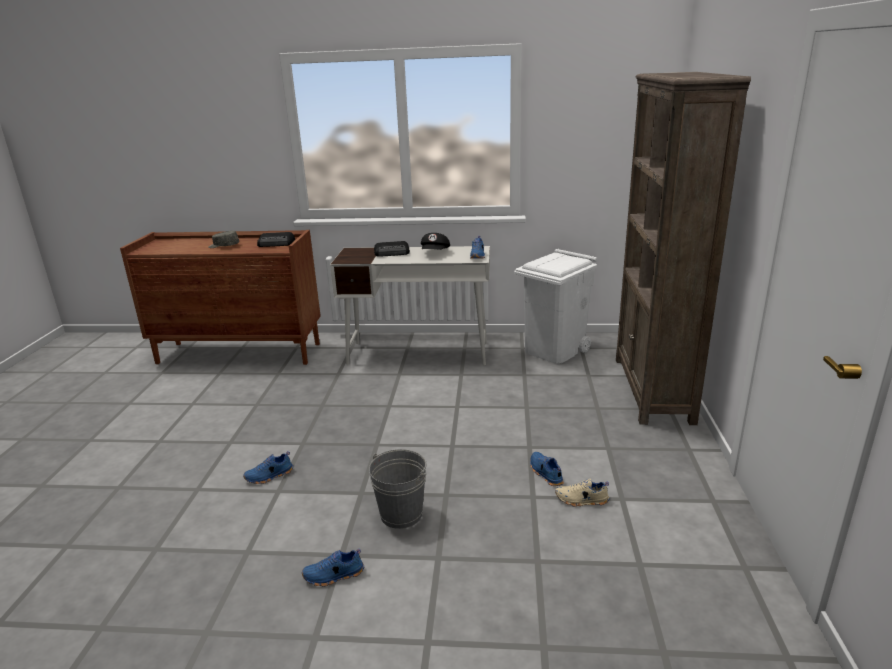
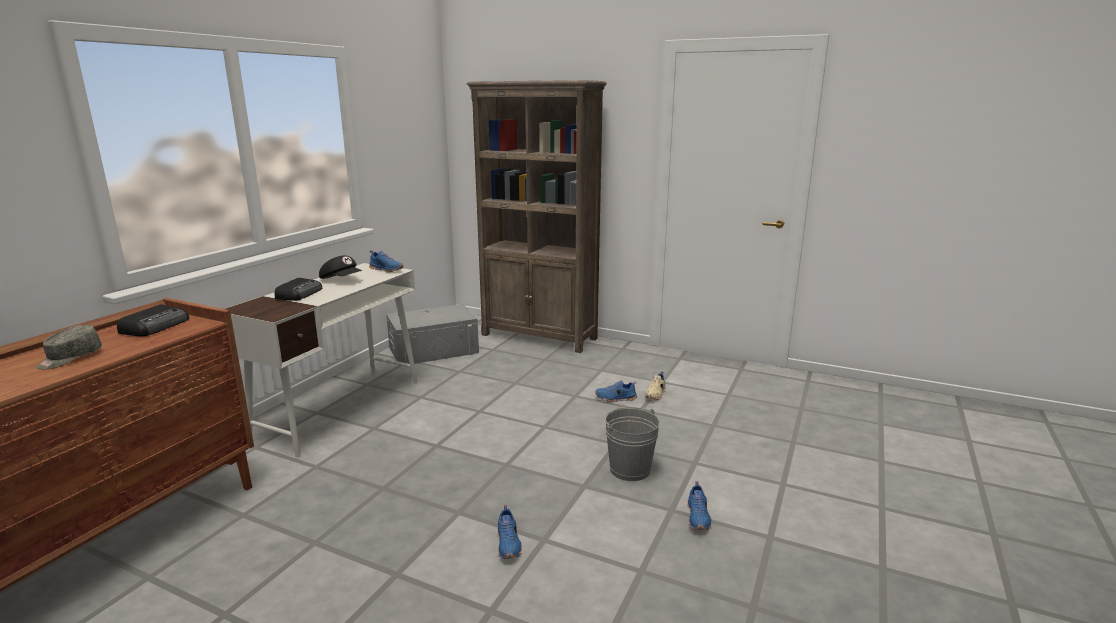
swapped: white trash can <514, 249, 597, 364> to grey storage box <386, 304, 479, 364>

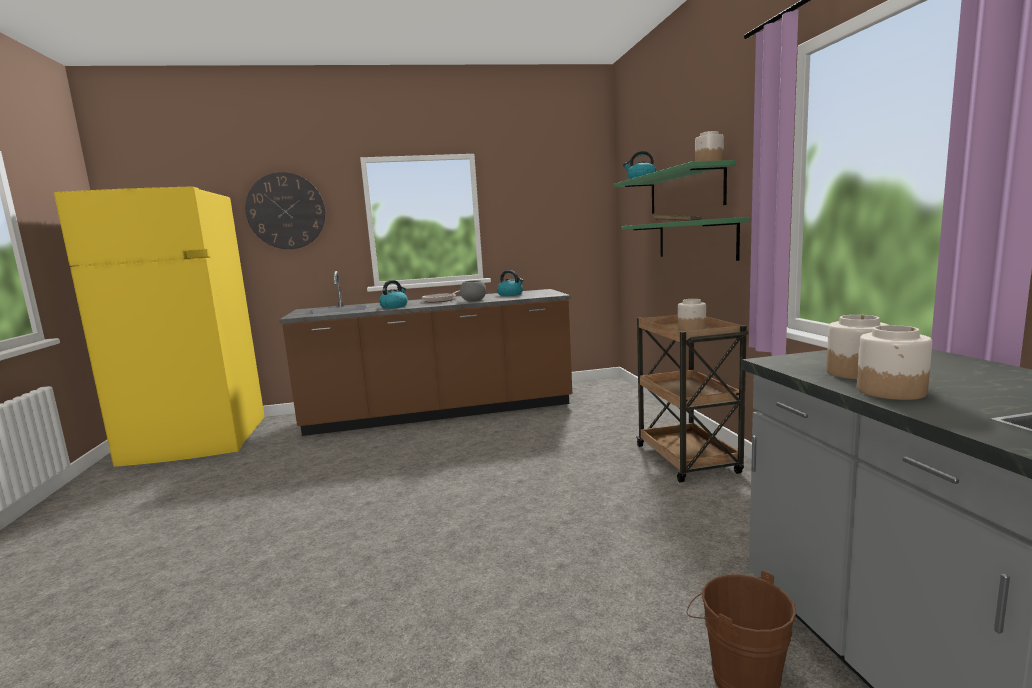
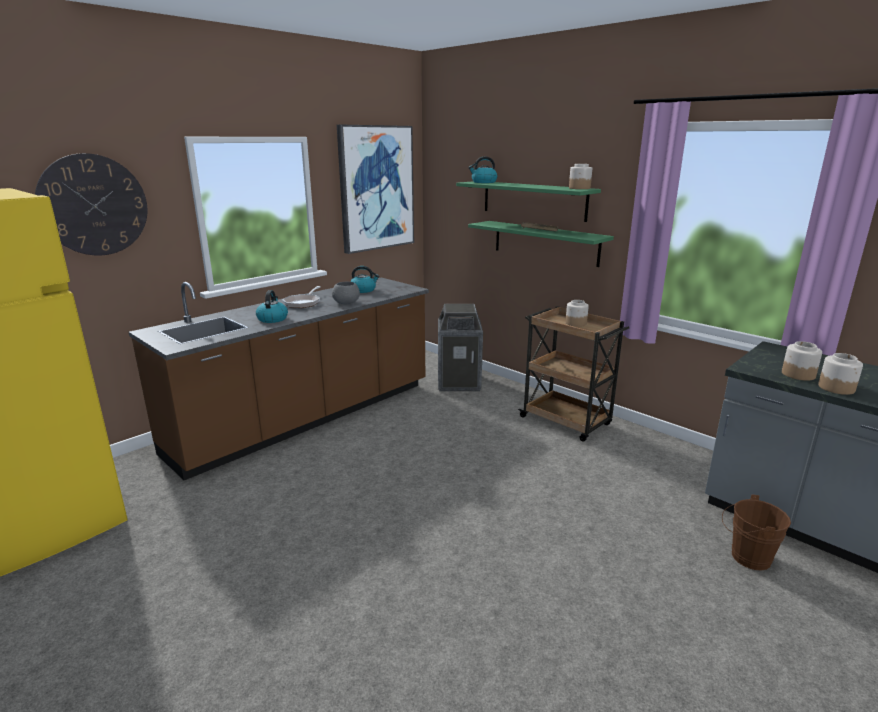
new: picture <337, 125, 414, 254>; trash can <438, 304, 483, 391>

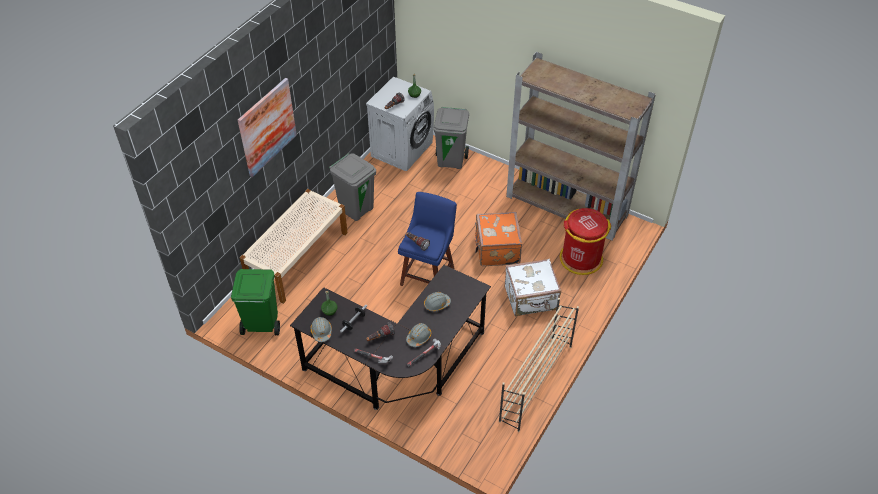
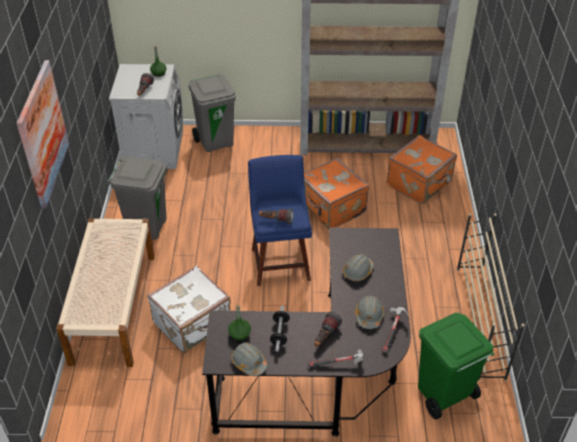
shifted: green trash can <231, 269, 280, 335> to <418, 313, 494, 419>; white suitcase <505, 259, 561, 316> to <147, 266, 231, 353>
swapped: red trash can <560, 208, 611, 275> to orange suitcase <387, 135, 457, 204>

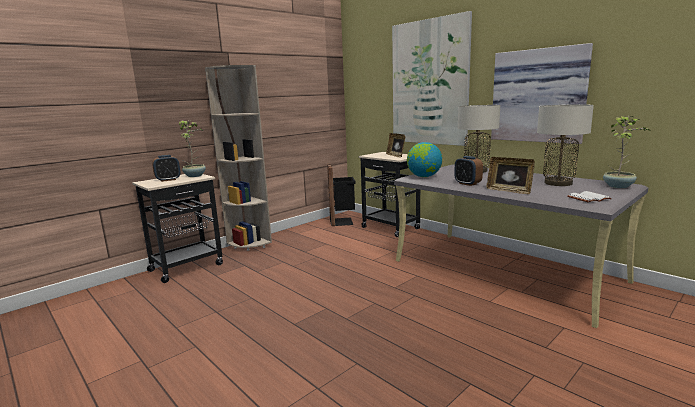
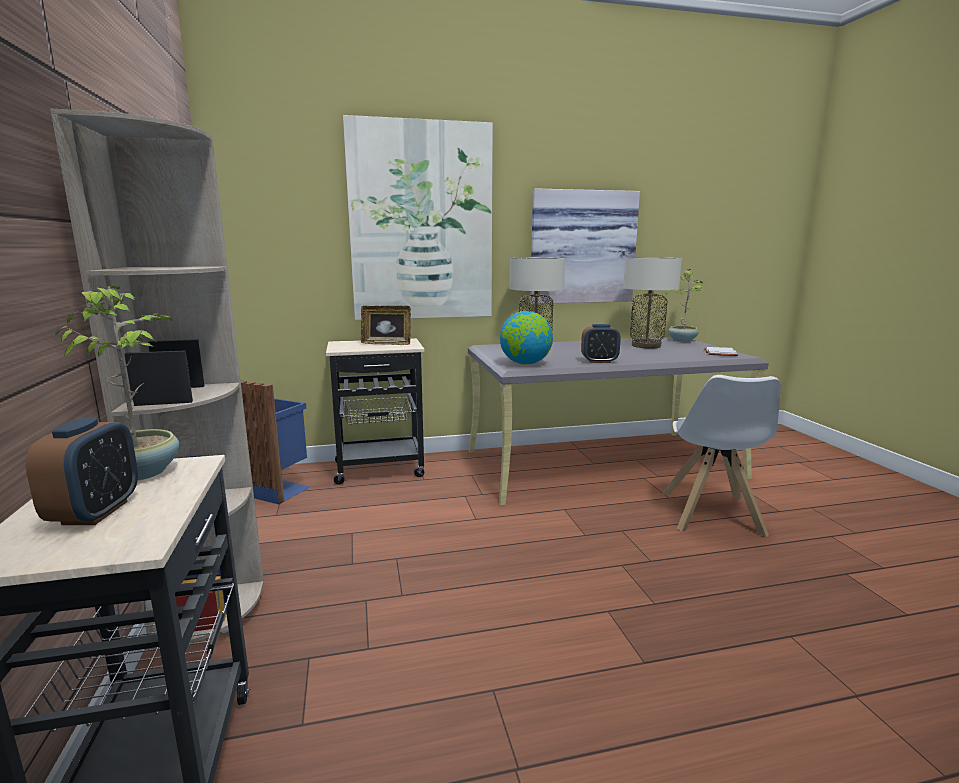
gone: picture frame <487, 157, 535, 194>
new: chair <663, 375, 781, 537>
repainted: black trash can <327, 164, 356, 226> to blue trash can <241, 381, 310, 504>

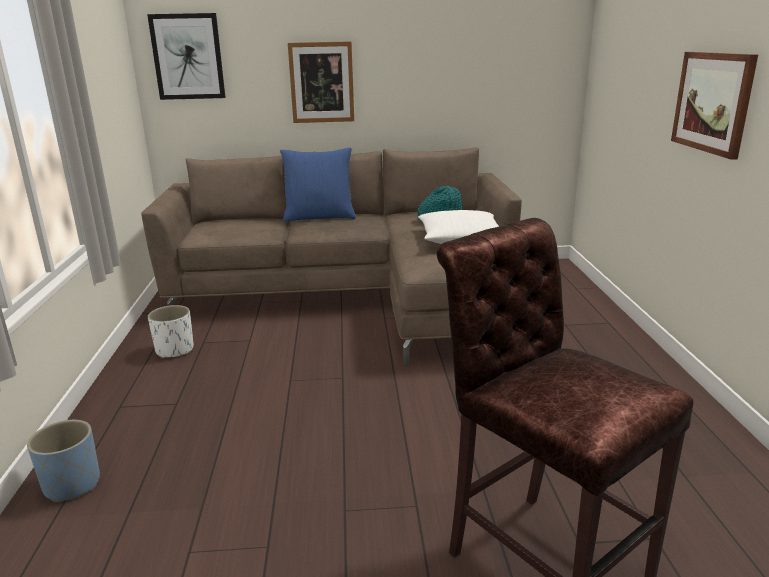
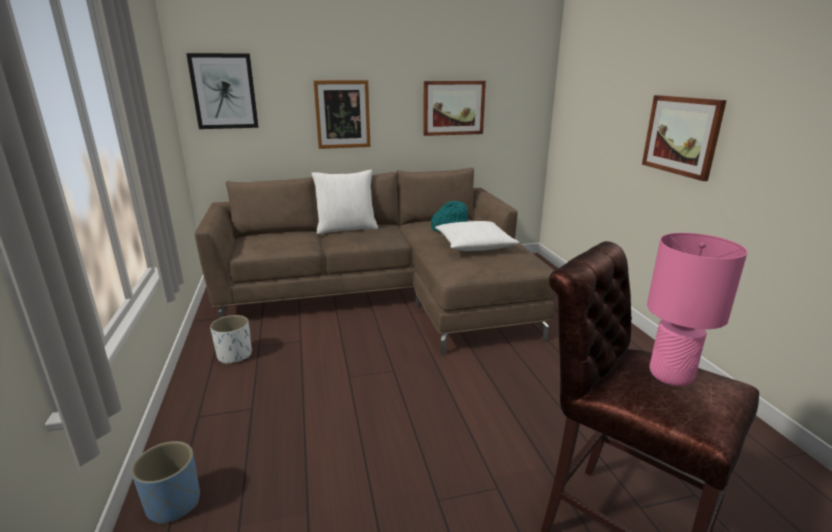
new: picture <423, 81, 486, 136>; pink table lamp <647, 233, 747, 386>
repainted: blue pillow <280, 147, 356, 222> to white pillow <311, 170, 378, 234>

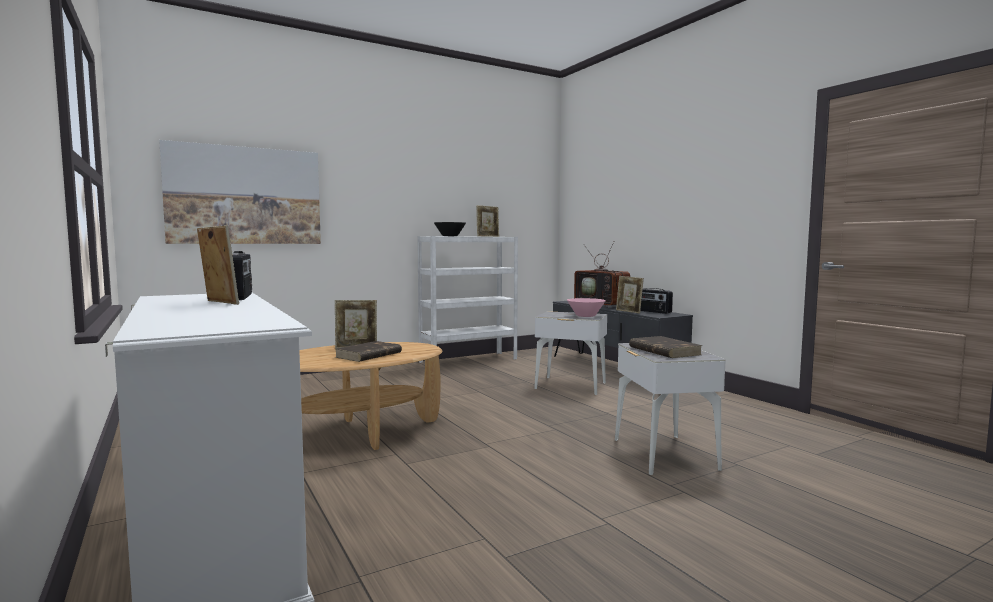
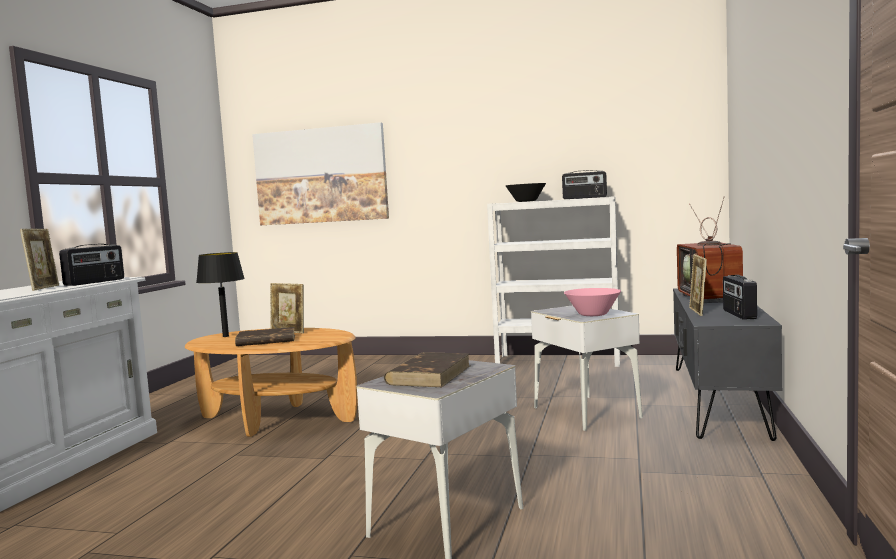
new: black table lamp <196, 252, 245, 337>
swapped: picture frame <476, 205, 499, 237> to radio <562, 170, 607, 199>

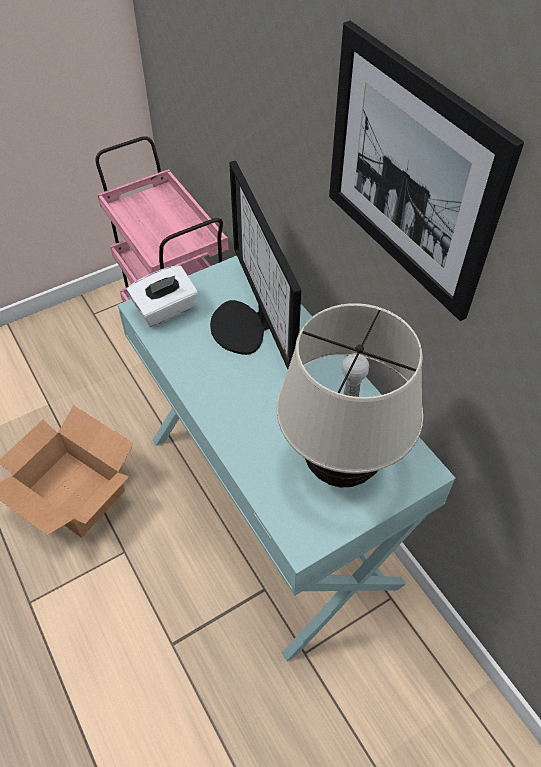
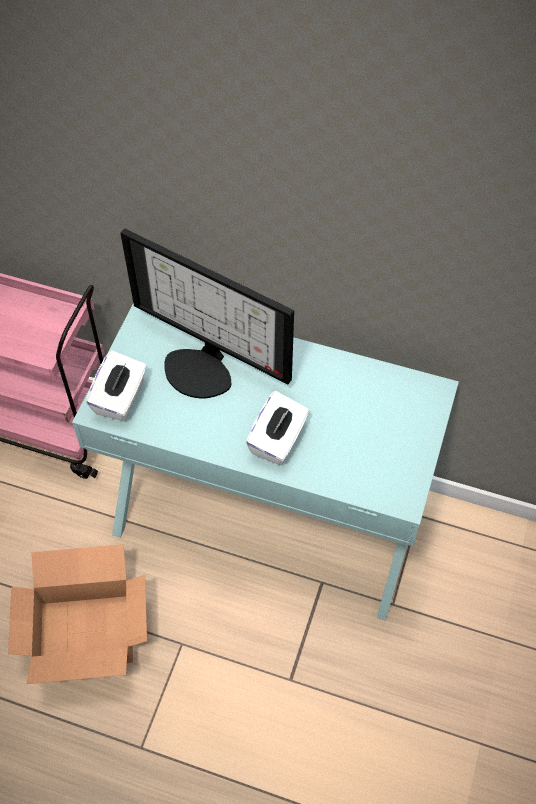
gone: beige table lamp <277, 303, 423, 487>; picture <329, 21, 524, 321>
new: white tissue box <246, 391, 309, 465>

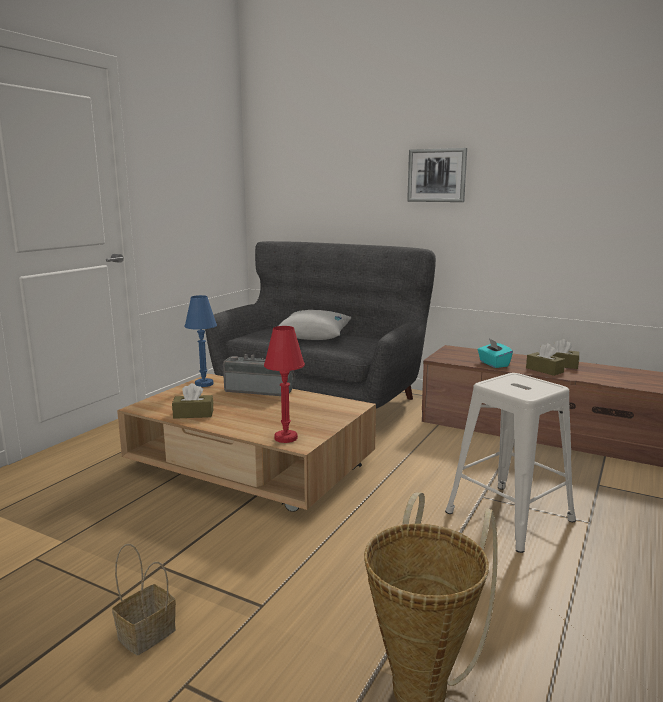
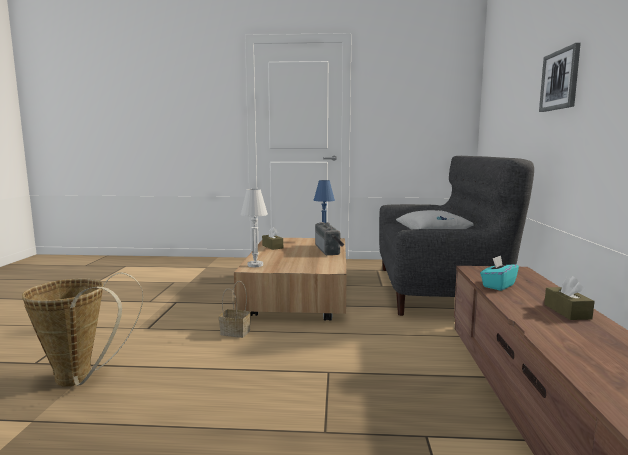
gone: white stool <445, 373, 576, 553>; brown tissue box <526, 343, 565, 376>
shifted: basket <112, 544, 176, 655> to <218, 281, 251, 338>
repainted: red table lamp <264, 326, 305, 443> to white table lamp <241, 189, 268, 267>

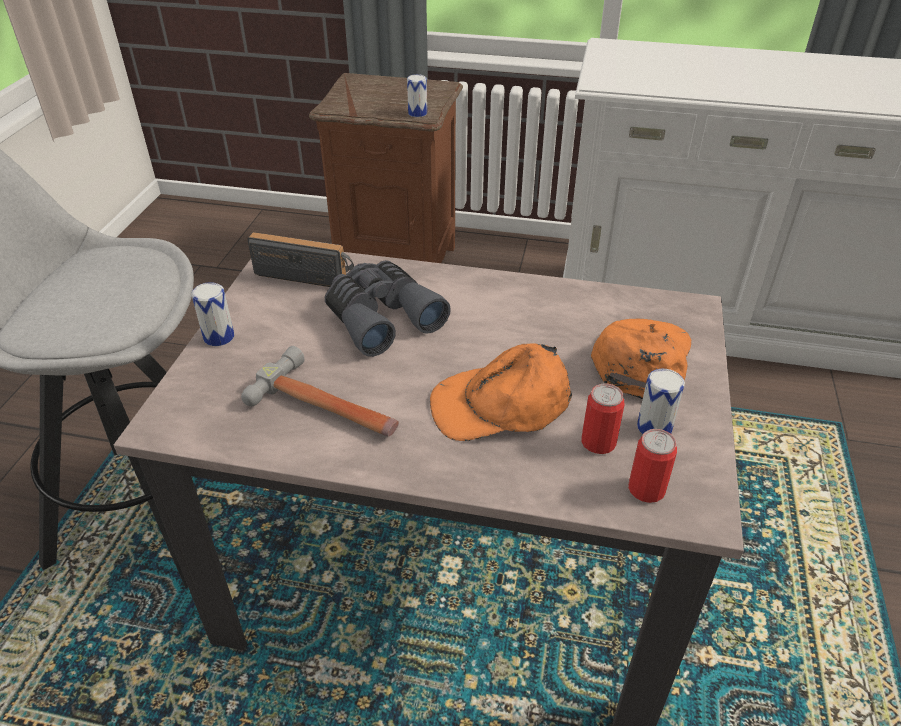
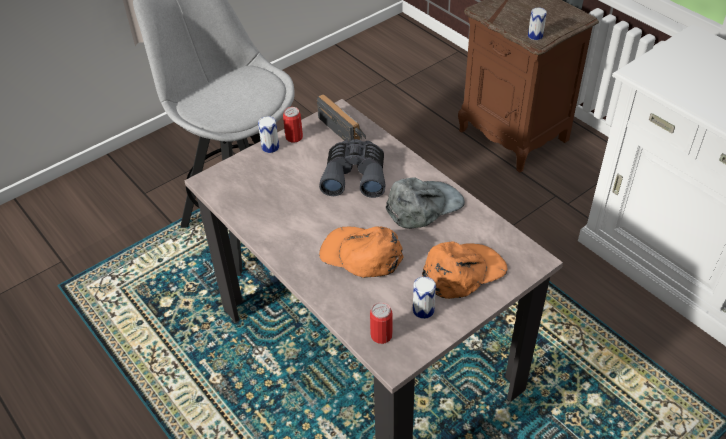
gone: hammer <241, 346, 399, 437>
new: grey cap <386, 177, 465, 229>
shifted: can <582, 384, 625, 454> to <283, 107, 303, 143>

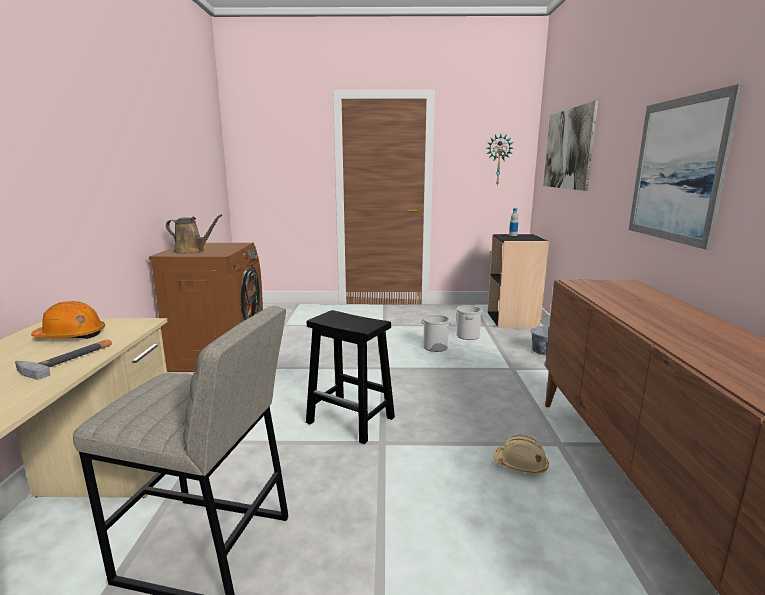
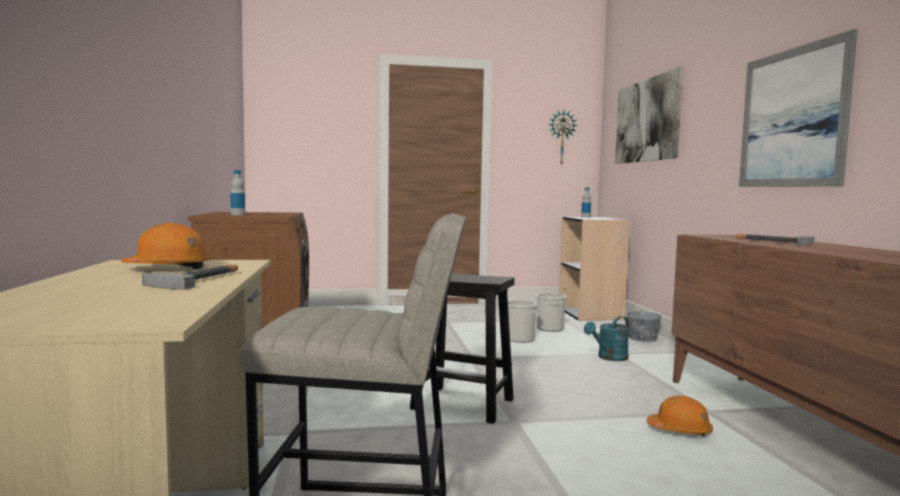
new: turquoise watering can <584, 316, 629, 361>; hammer <736, 234, 815, 246>
swapped: brown watering can <166, 214, 222, 254> to bottle <230, 170, 245, 215>
repainted: beige hard hat <493, 435, 549, 473> to orange hard hat <647, 396, 713, 436>

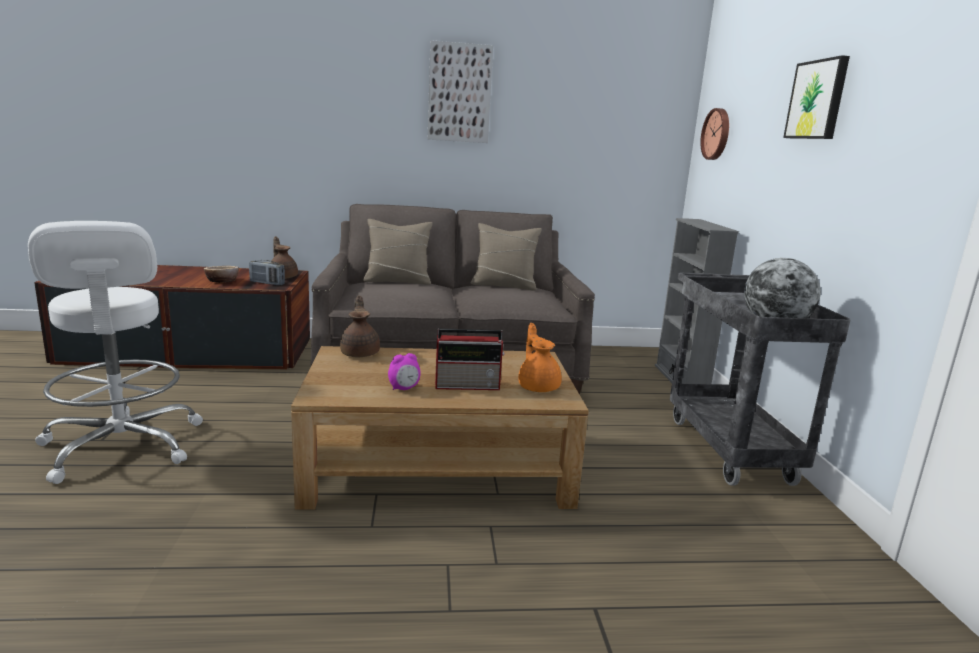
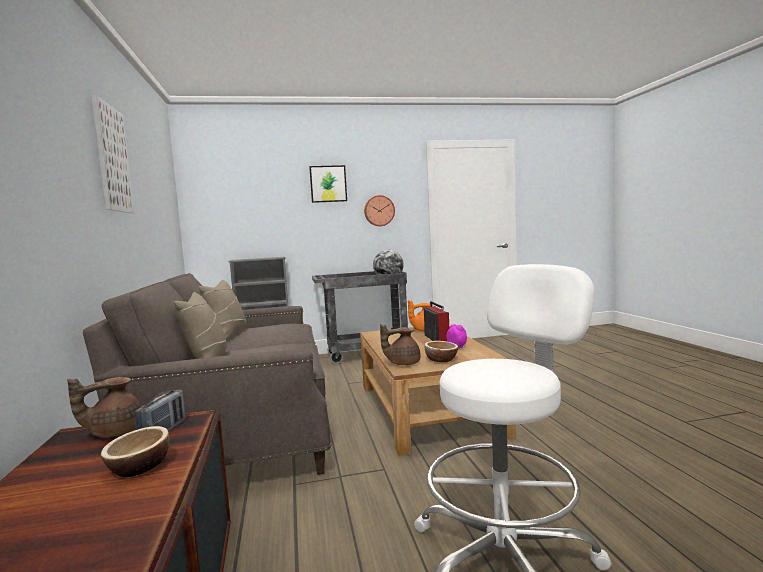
new: bowl <424, 341, 458, 362>
shifted: wall clock <700, 108, 729, 160> to <364, 195, 395, 226>

